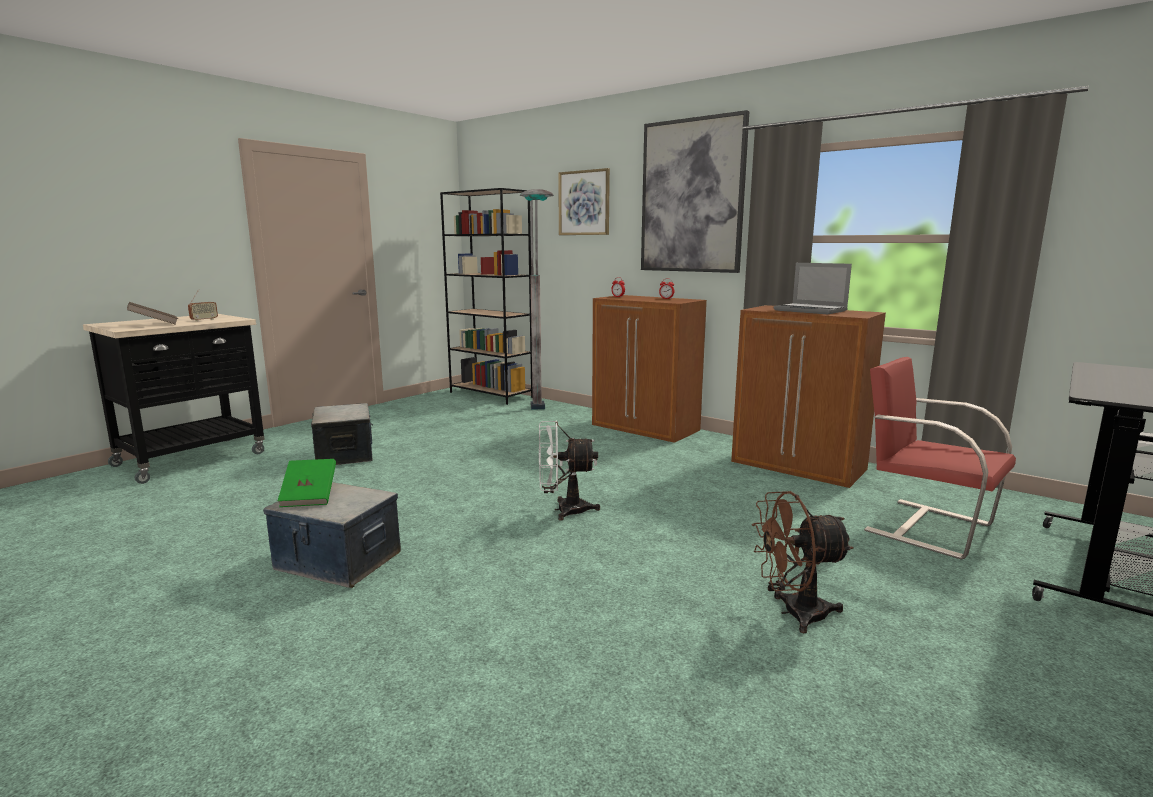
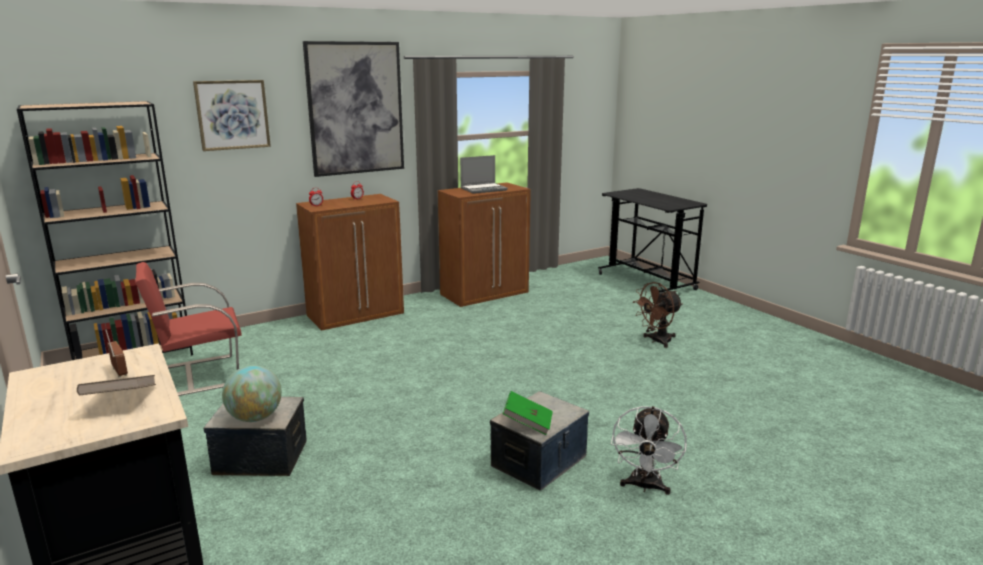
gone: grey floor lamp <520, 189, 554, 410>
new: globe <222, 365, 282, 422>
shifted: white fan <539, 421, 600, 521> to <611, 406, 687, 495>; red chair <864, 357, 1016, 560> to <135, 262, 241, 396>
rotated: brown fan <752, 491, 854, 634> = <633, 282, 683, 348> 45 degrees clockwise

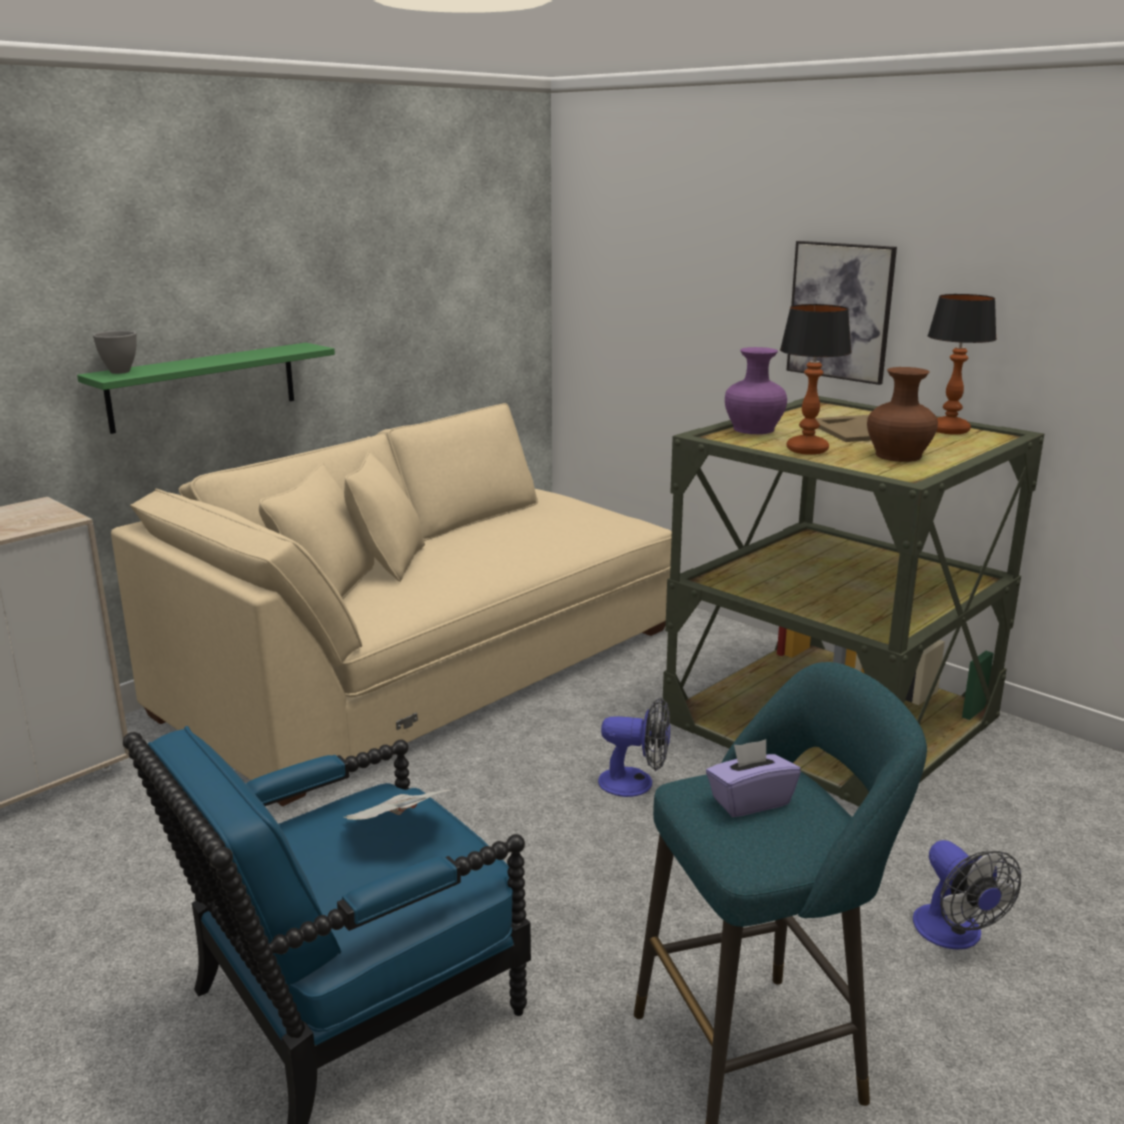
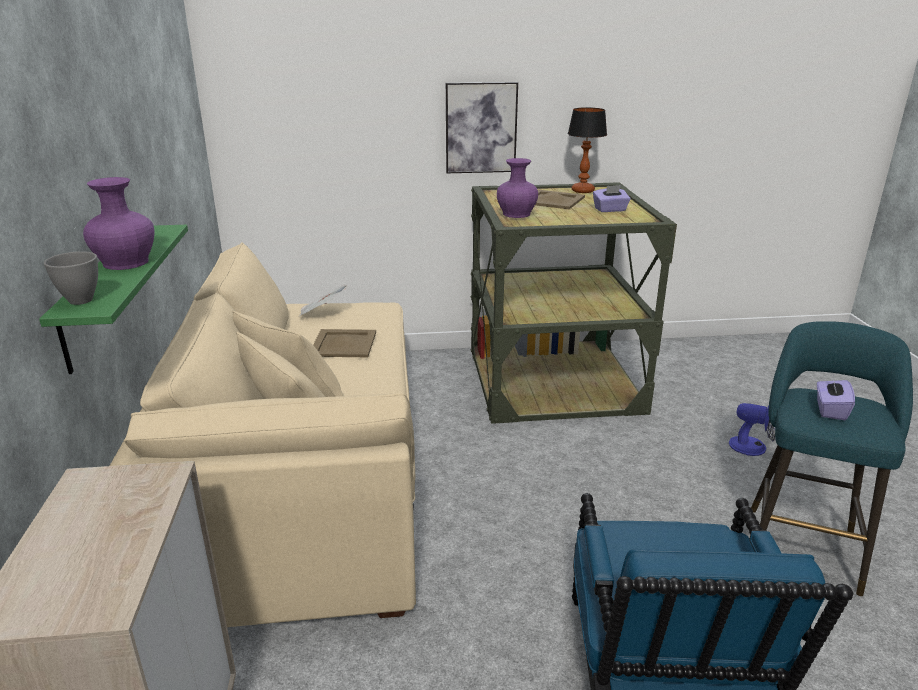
gone: fan <598, 697, 670, 797>; table lamp <780, 304, 852, 455>
new: purple vase <83, 177, 155, 270>; beige tray <313, 329, 376, 357>
shifted: newspaper <343, 789, 451, 820> to <300, 284, 347, 316>
swapped: brown vase <867, 367, 938, 462> to purple tissue box <593, 185, 631, 212>

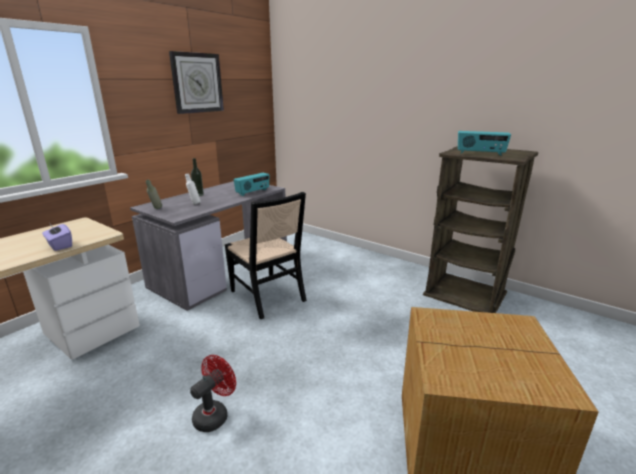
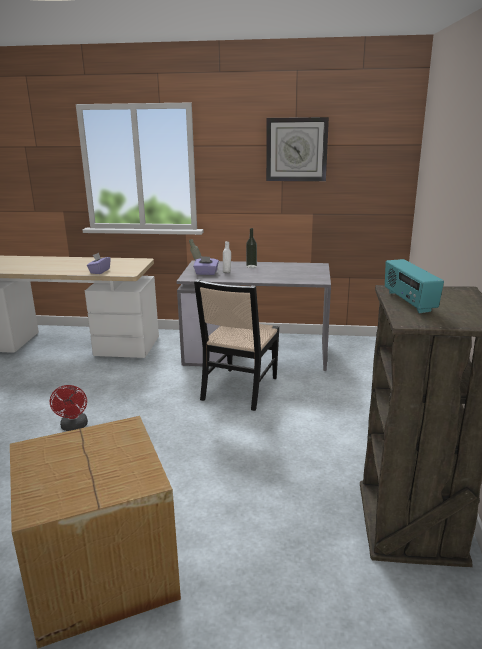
gone: radio <233, 173, 269, 196>
new: purple tissue box <193, 256, 219, 275>
rotated: red fan <190, 355, 236, 432> = <50, 385, 88, 431> 75 degrees clockwise

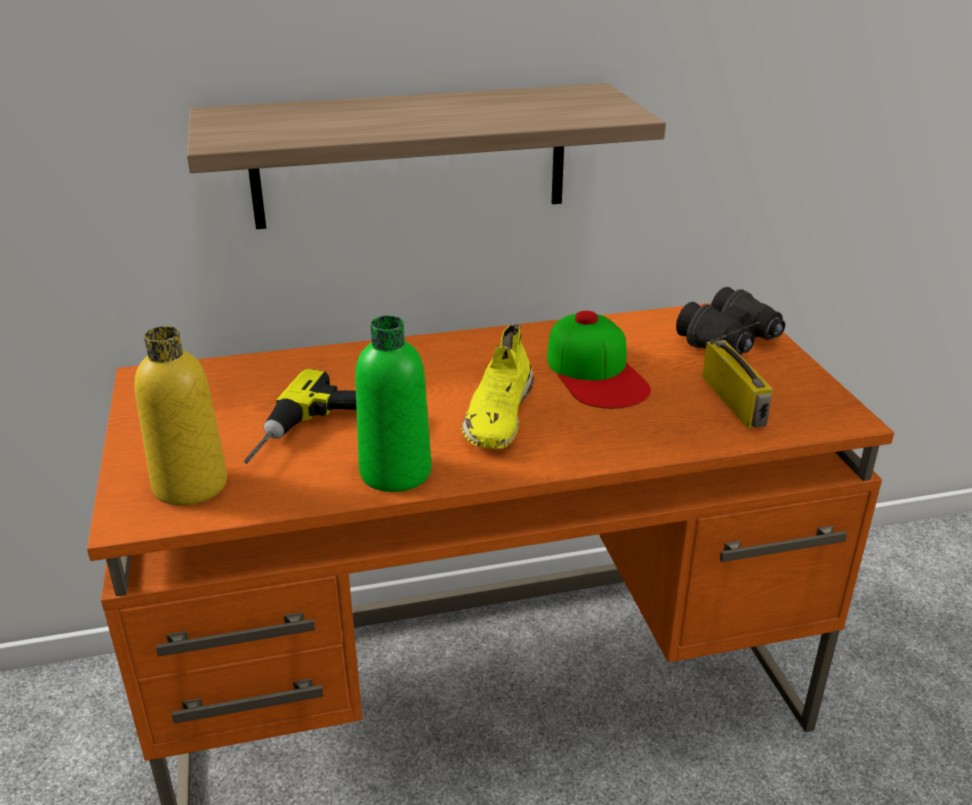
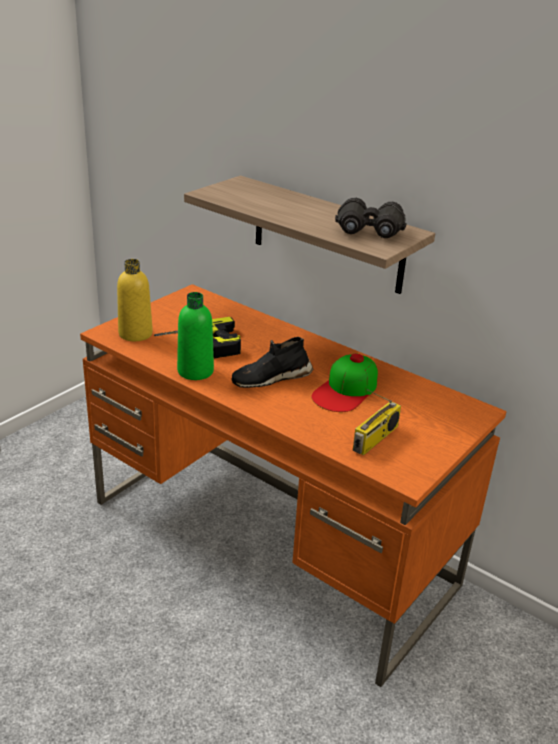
shifted: black binoculars <676, 287, 785, 355> to <335, 197, 407, 238>
repainted: yellow shoe <461, 324, 534, 448> to black shoe <231, 337, 314, 388>

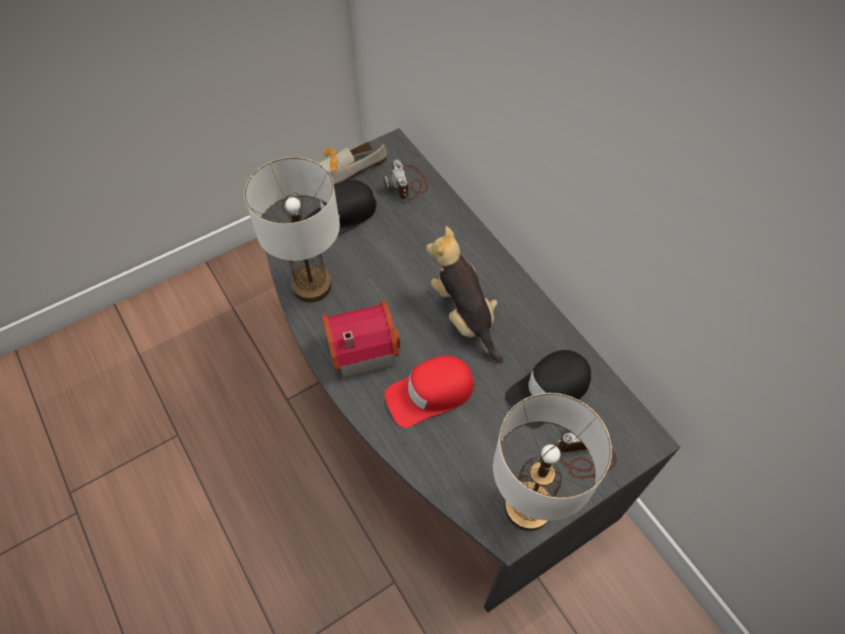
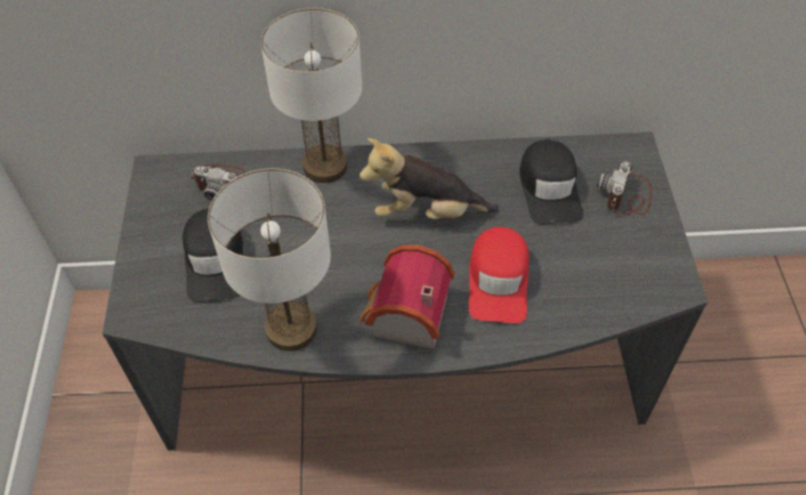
gone: shoe <319, 141, 387, 185>
shifted: table lamp <493, 393, 612, 531> to <261, 8, 362, 183>

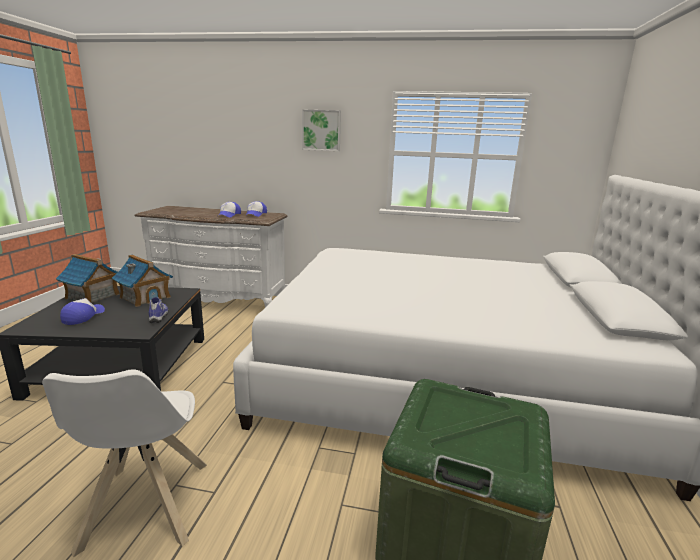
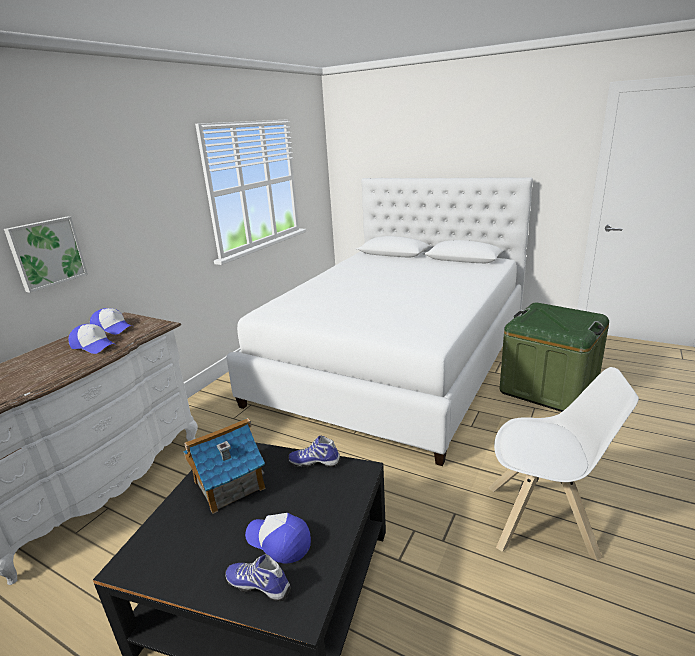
gone: toy house <56, 254, 120, 303>
new: shoe <225, 554, 291, 601>
shifted: picture <302, 110, 341, 151> to <4, 217, 88, 293>

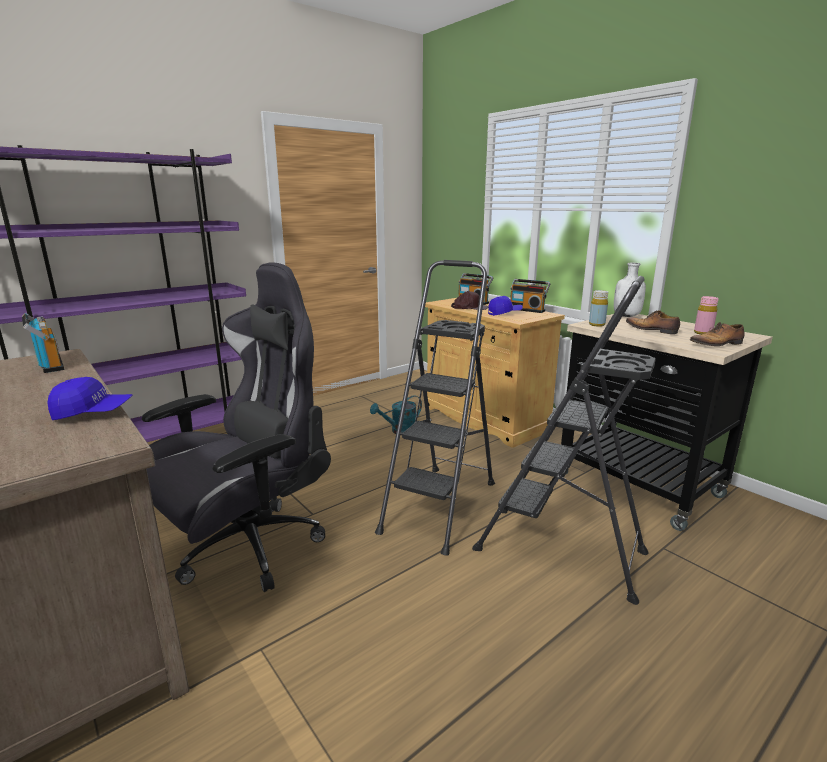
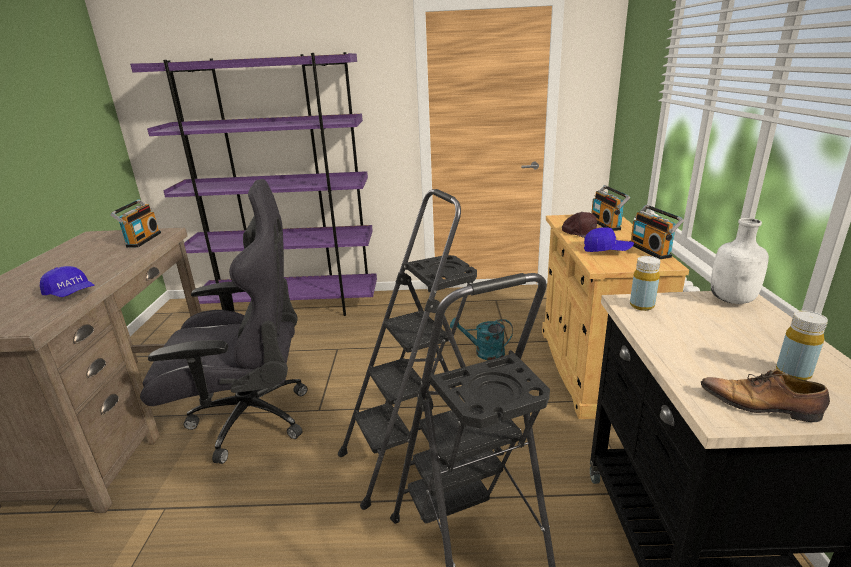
gone: shoe <626, 310, 680, 334>
repainted: pink bottle <694, 296, 718, 335> to yellow bottle <776, 310, 828, 380>

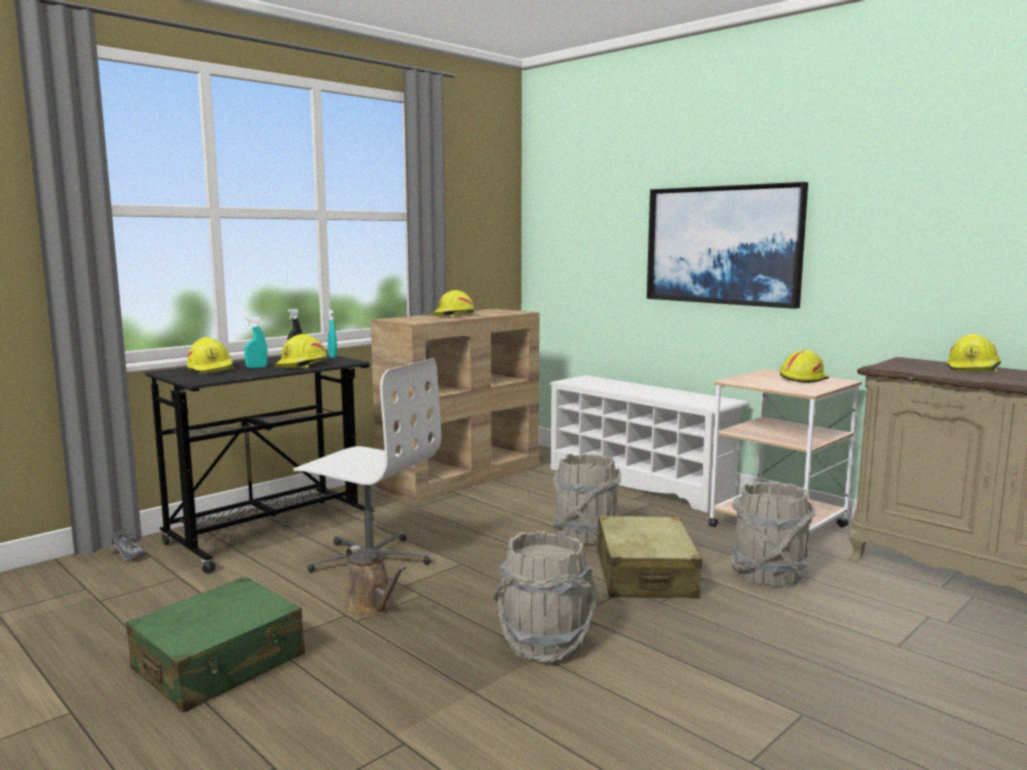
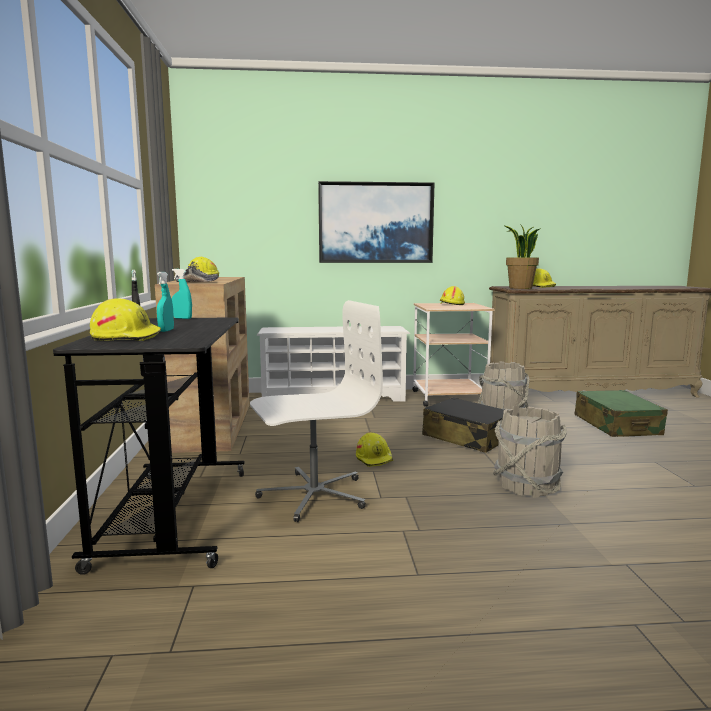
gone: brown watering can <343, 545, 406, 617>; grey bucket <552, 454, 621, 545>
new: potted plant <505, 224, 540, 289>
shifted: shoe <109, 528, 145, 560> to <176, 261, 219, 282>; green suitcase <126, 576, 305, 713> to <574, 390, 668, 437>; yellow hard hat <275, 334, 327, 368> to <356, 432, 394, 467>
repainted: beige suitcase <597, 516, 702, 599> to black suitcase <422, 397, 504, 453>

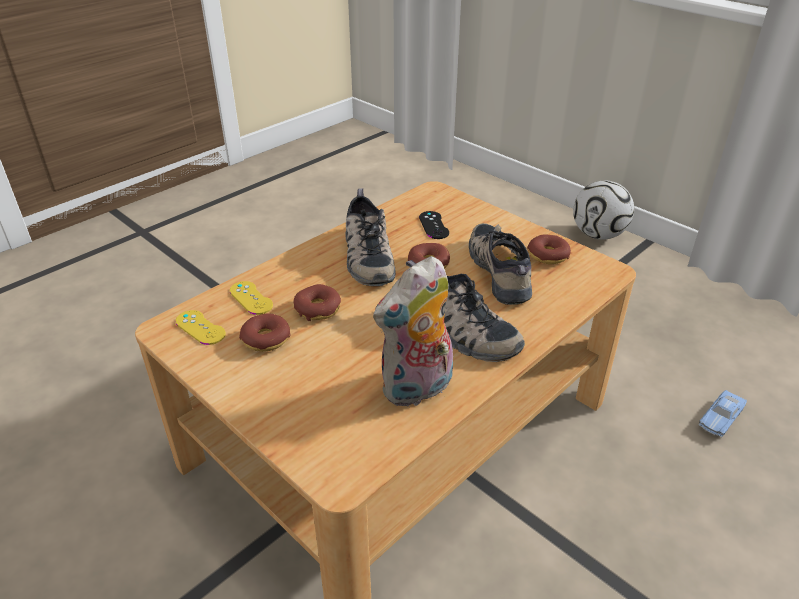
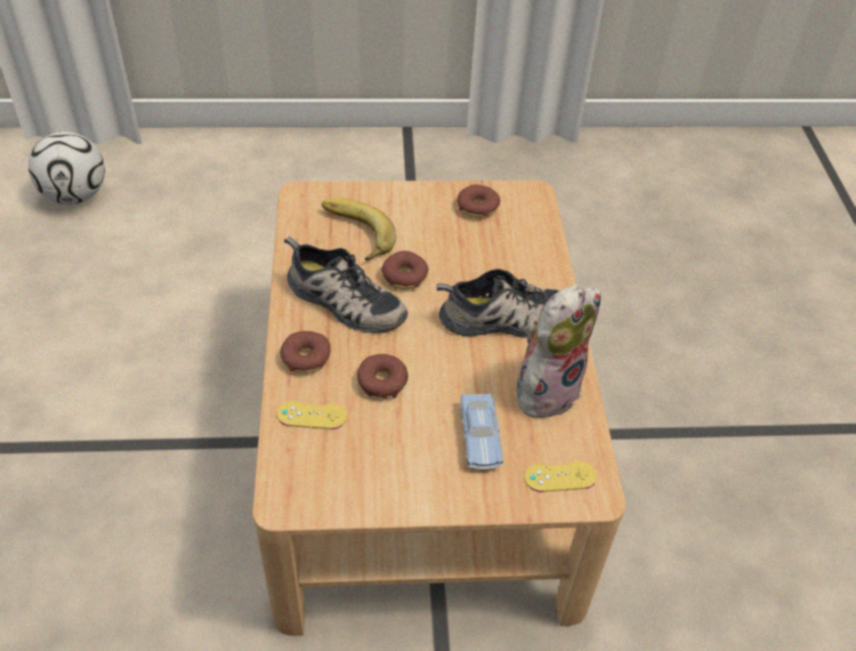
gone: shoe <469, 223, 532, 305>
shifted: yellow game controller <175, 310, 226, 345> to <524, 461, 597, 492>; donut <239, 313, 291, 352> to <280, 331, 331, 373>; football <573, 181, 634, 240> to <28, 132, 105, 204>; blue toy car <699, 390, 747, 437> to <461, 393, 503, 469>
swapped: black game controller <419, 211, 449, 239> to banana <322, 198, 396, 261>
rotated: plush toy <373, 256, 453, 408> = <516, 284, 601, 418> 135 degrees counterclockwise

